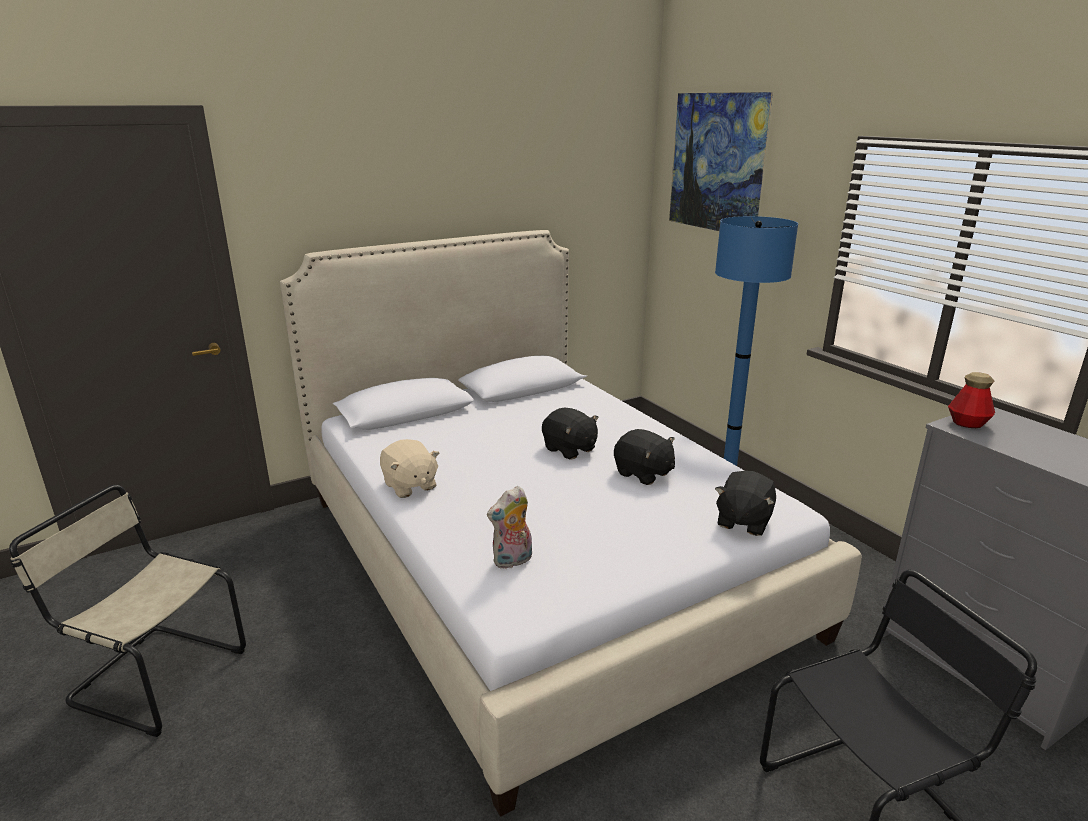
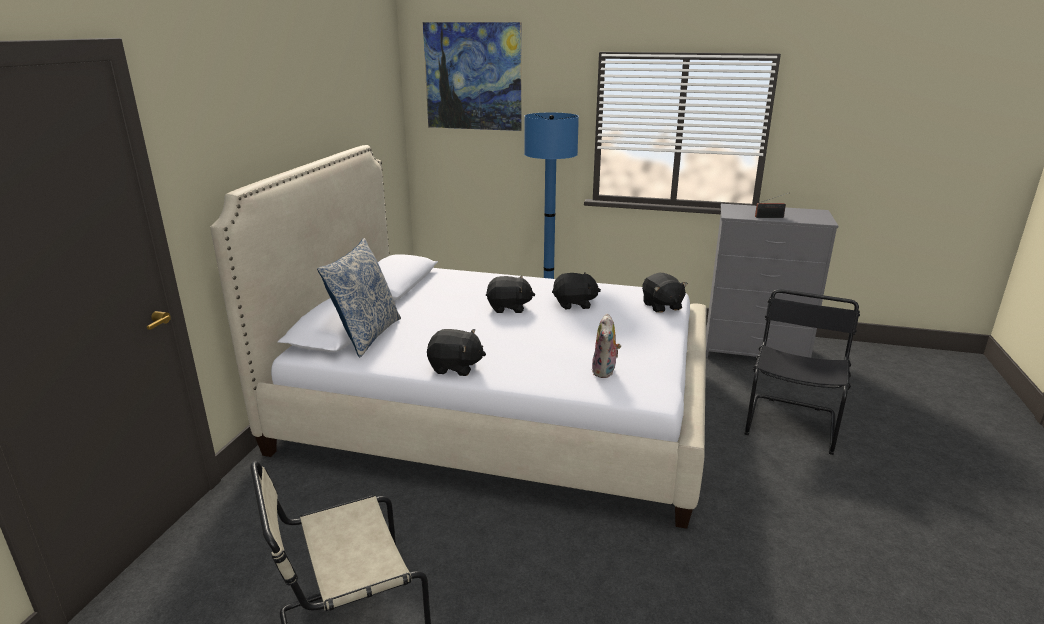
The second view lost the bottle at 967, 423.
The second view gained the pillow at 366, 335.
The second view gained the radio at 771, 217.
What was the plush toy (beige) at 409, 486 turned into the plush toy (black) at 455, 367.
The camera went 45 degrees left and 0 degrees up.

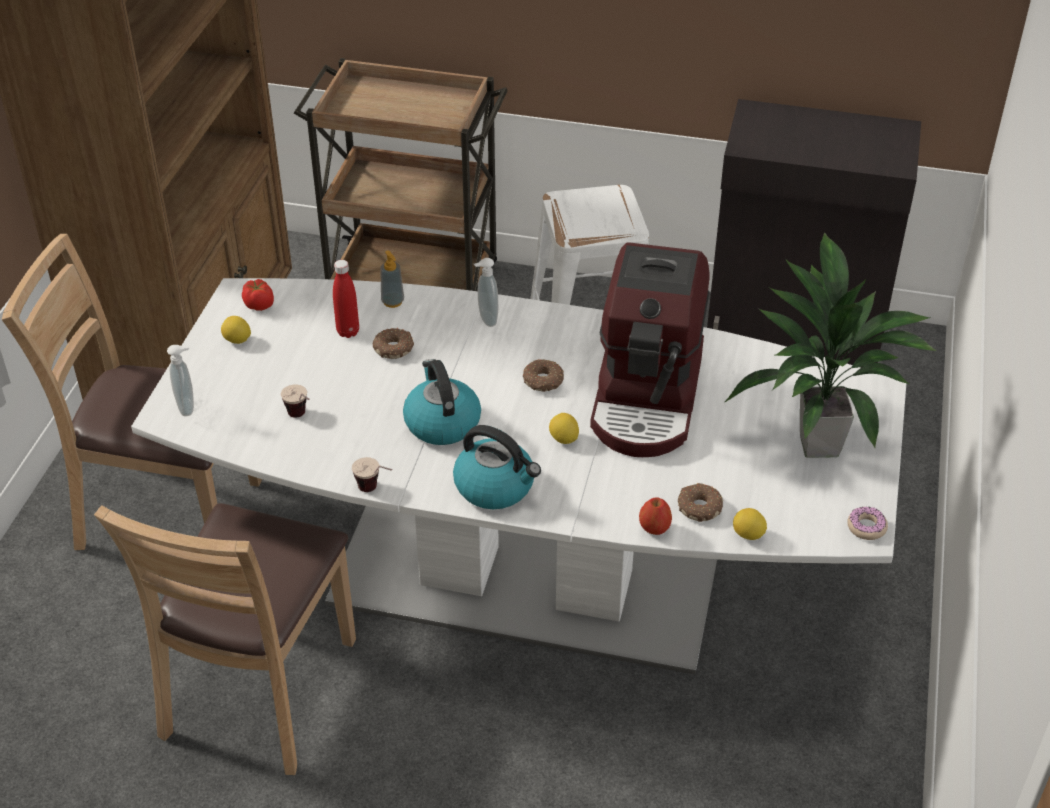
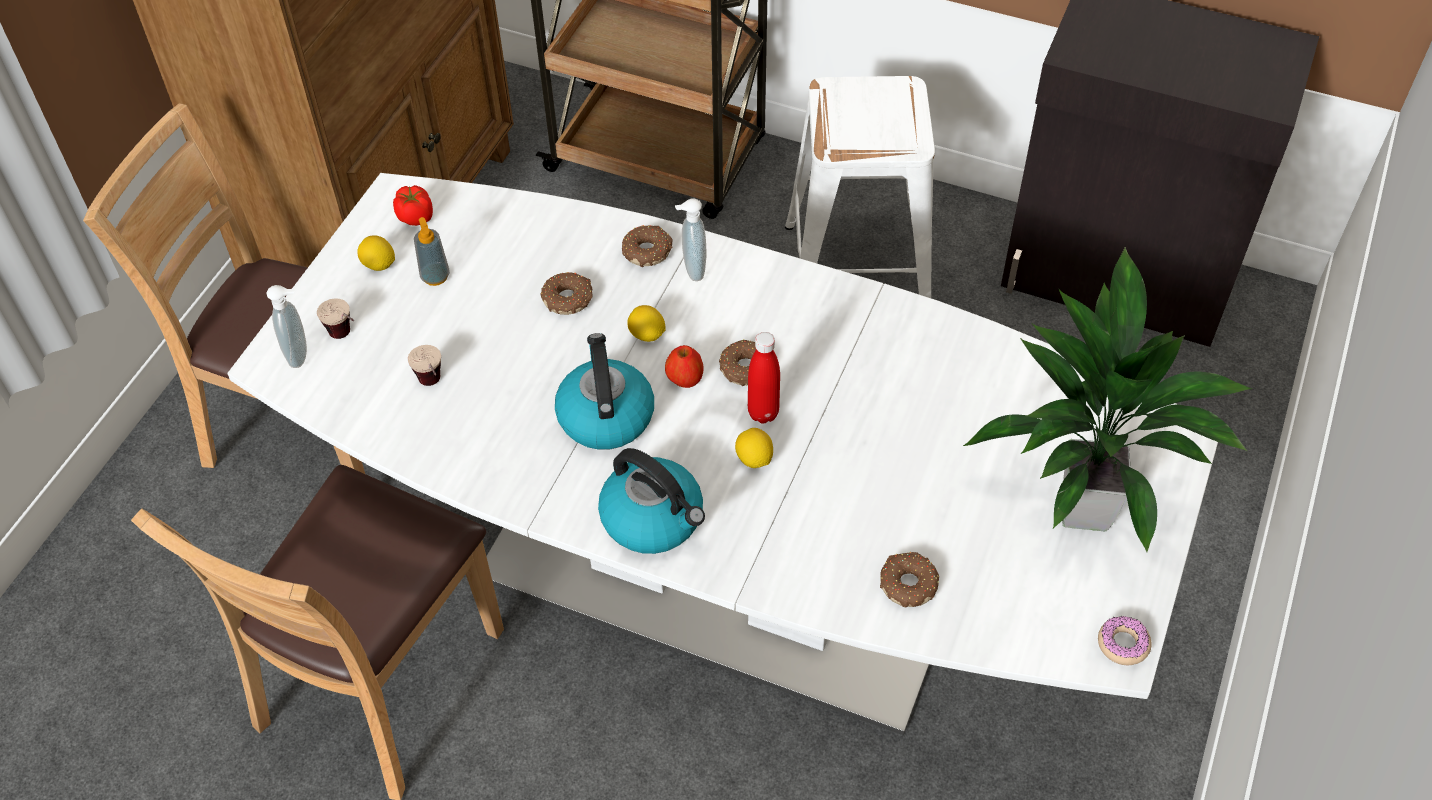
The second view lost the coffee machine at 648, 399.
The second view gained the donut at 647, 251.
The bottle (red) ended up elsewhere, having gone from 348, 332 to 763, 413.
The cup ended up elsewhere, having gone from 375, 491 to 347, 338.
The soap dispenser ended up elsewhere, having gone from 393, 302 to 435, 276.
The apple ended up elsewhere, having gone from 654, 529 to 685, 380.
The lemon ended up elsewhere, having gone from 748, 535 to 647, 335.
The camera went 10 degrees right and 10 degrees up.

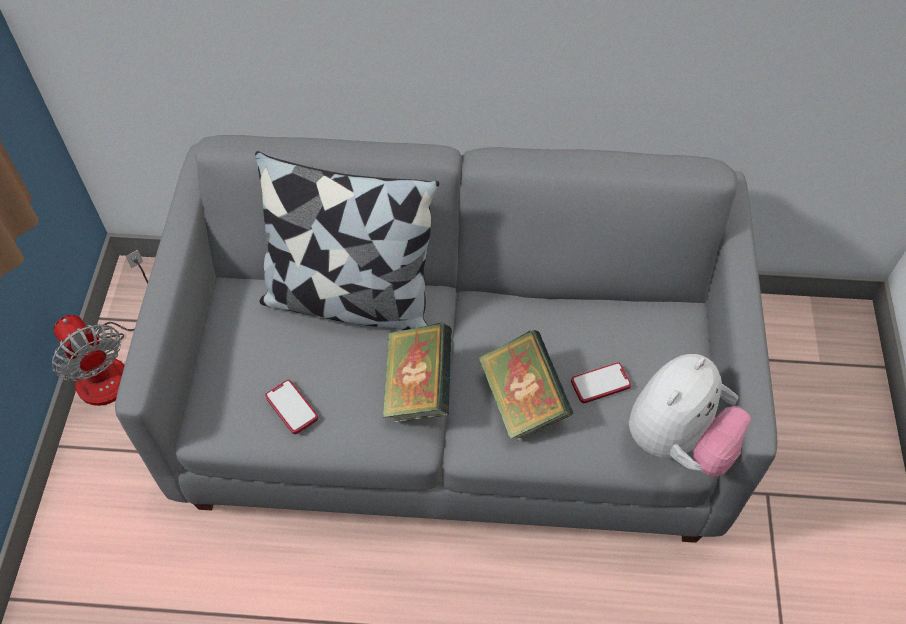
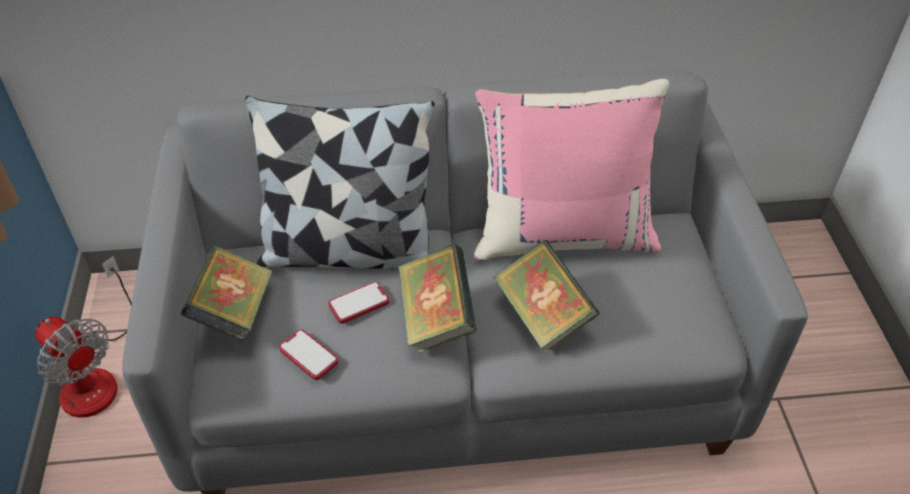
The second view lost the plush toy at 679, 441.
The second view gained the book at 234, 312.
The second view gained the pillow (pink) at 563, 234.
The phone ended up elsewhere, having gone from 600, 383 to 359, 304.
The camera went 10 degrees left and 10 degrees down.

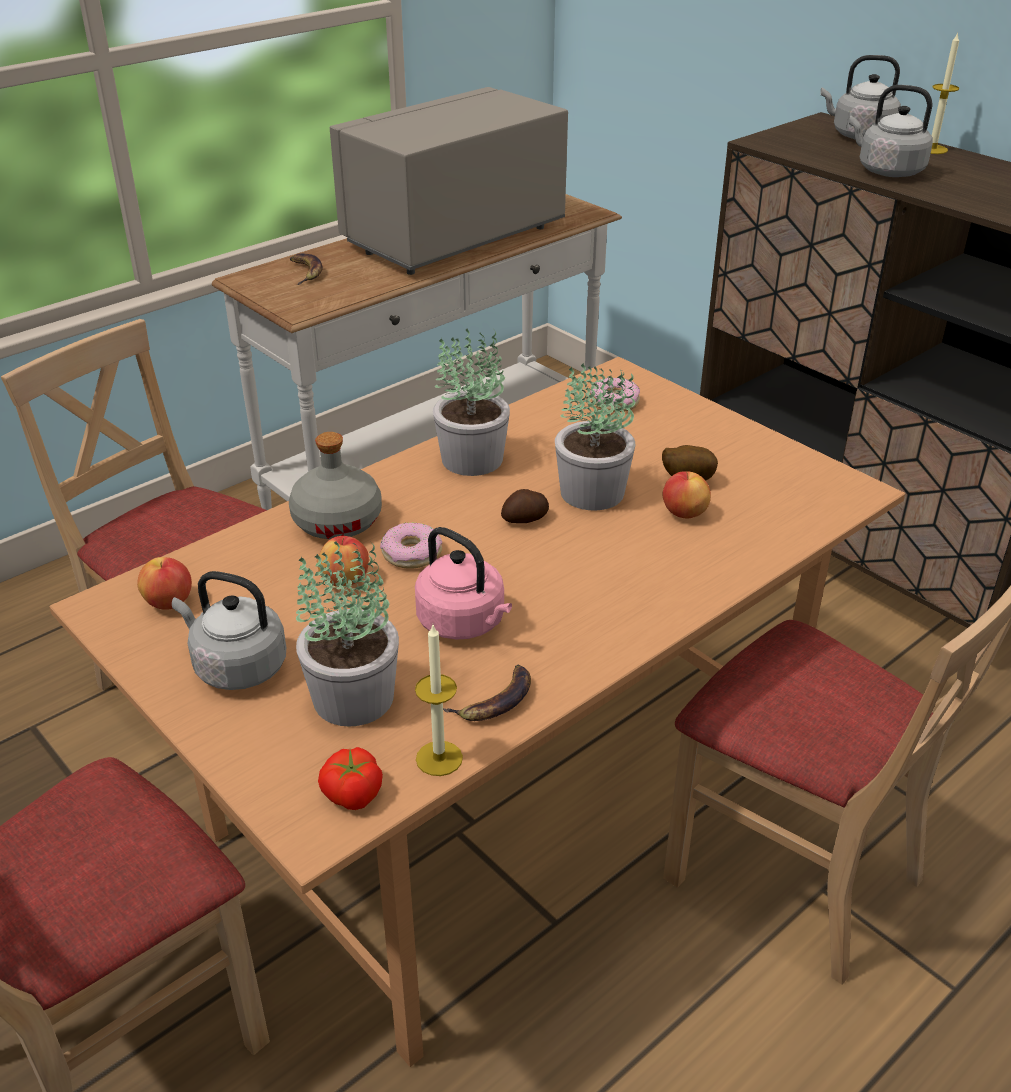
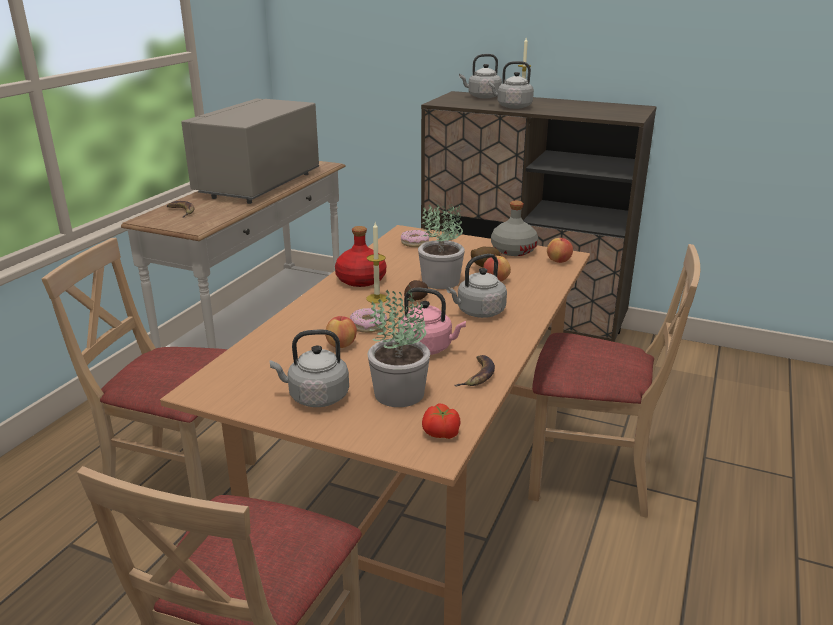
The second view gained the kettle (grey) at 478, 312.
The apple ended up elsewhere, having gone from 169, 602 to 559, 261.
The bottle (grey) ended up elsewhere, having gone from 337, 521 to 513, 250.
The candle ended up elsewhere, having gone from 439, 758 to 377, 298.
Where the potted plant stood at 472, 458, the bottle (red) came to stand at 361, 279.
The camera went 25 degrees left and 10 degrees down.

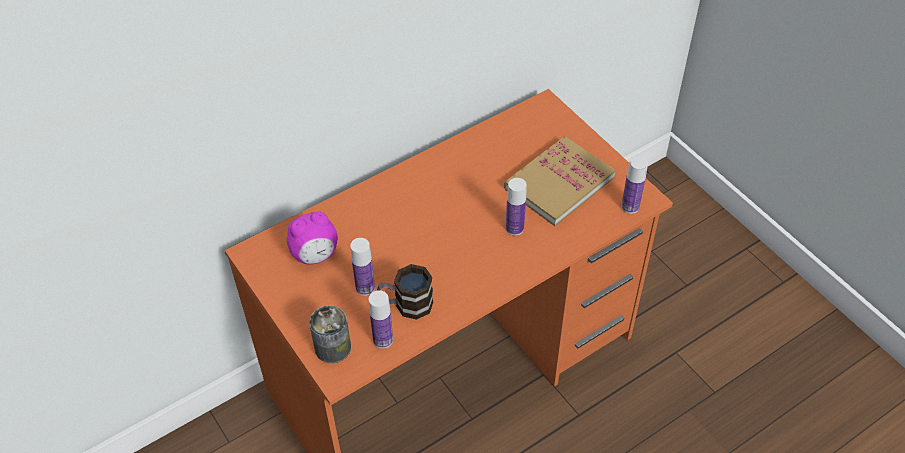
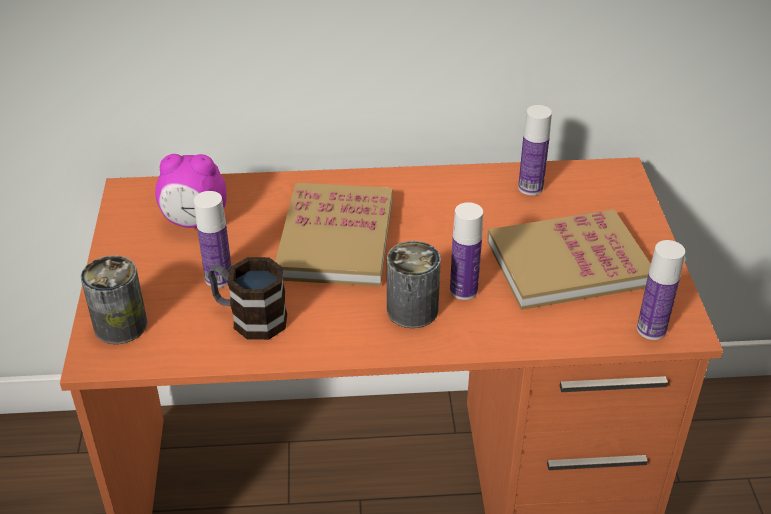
The second view gained the book at 336, 239.
The second view gained the can at 412, 310.
The bottle ended up elsewhere, having gone from 383, 340 to 530, 187.
The camera went 30 degrees right and 10 degrees down.

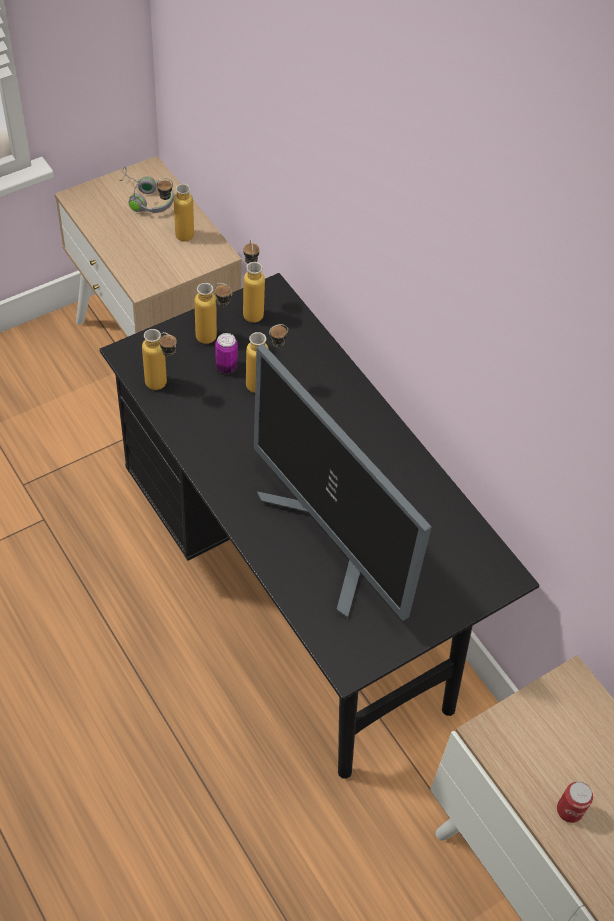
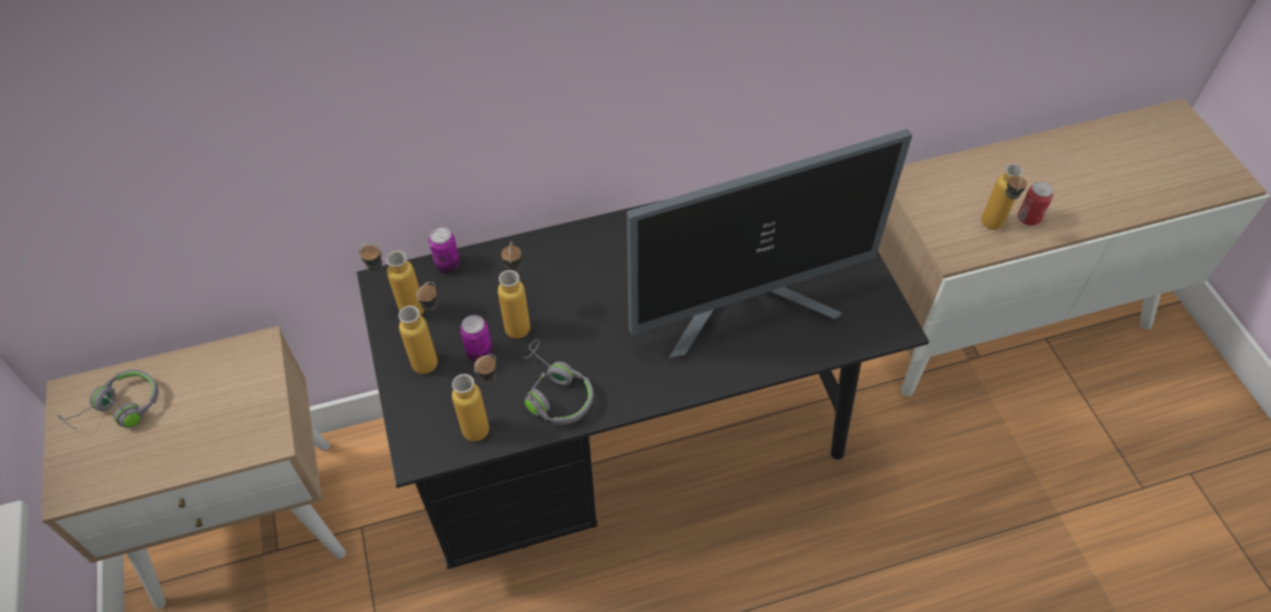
The second view gained the can at 448, 265.
The second view gained the headphones (grey) at 554, 392.
The bottle ended up elsewhere, having gone from 176, 236 to 992, 229.
The camera went 70 degrees left and 0 degrees up.

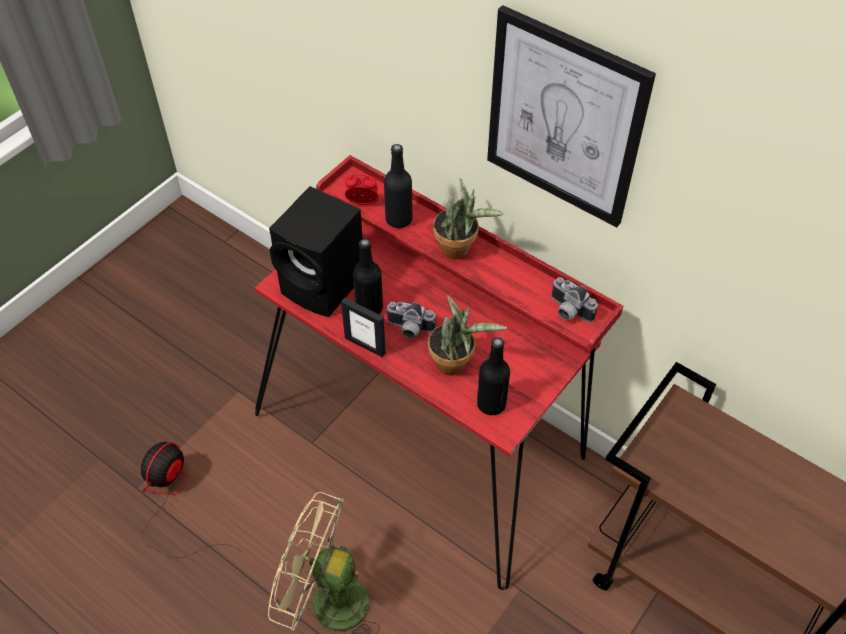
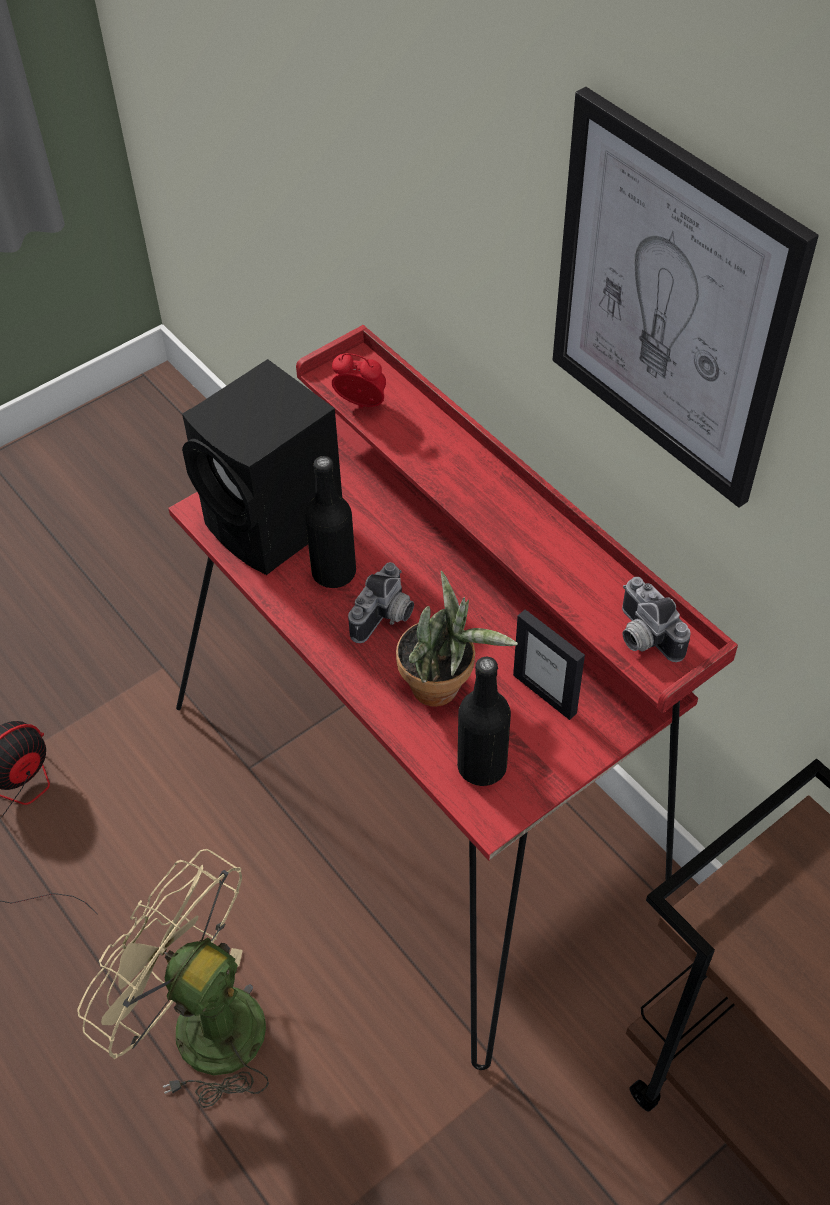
The second view lost the bottle (black) at 399, 219.
The second view lost the potted plant at 459, 250.
The picture frame ended up elsewhere, having gone from 365, 345 to 545, 693.
The photo camera at 409, 329 ended up facing another way, 90 degrees counterclockwise from before.
The camera went 15 degrees right and 0 degrees up.

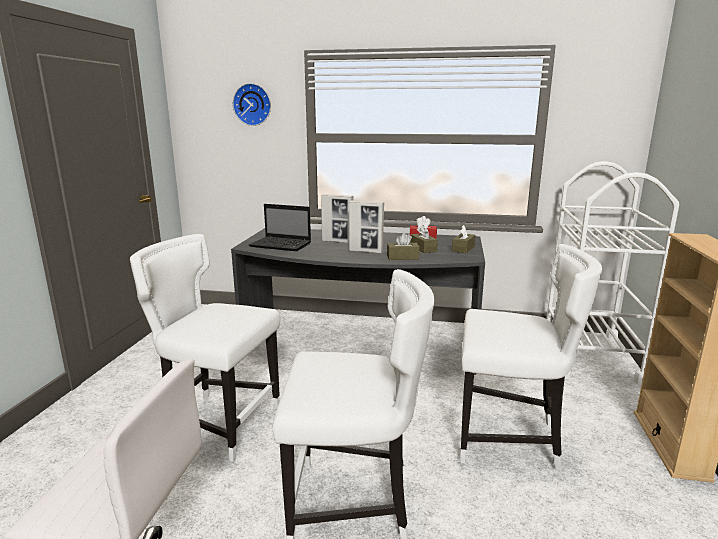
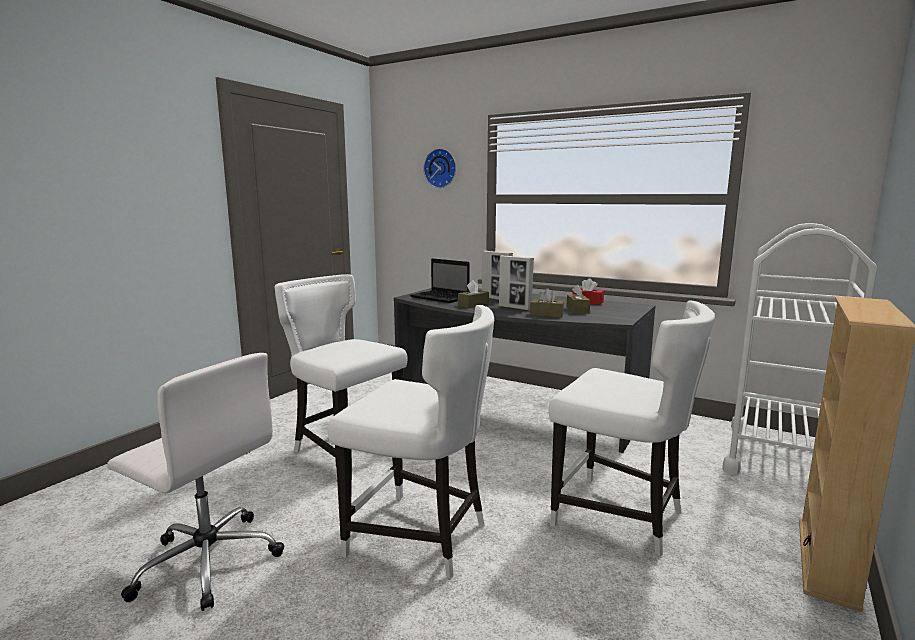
The tissue box (brown) ended up elsewhere, having gone from 463, 249 to 473, 305.
The camera went 20 degrees right and 5 degrees down.

